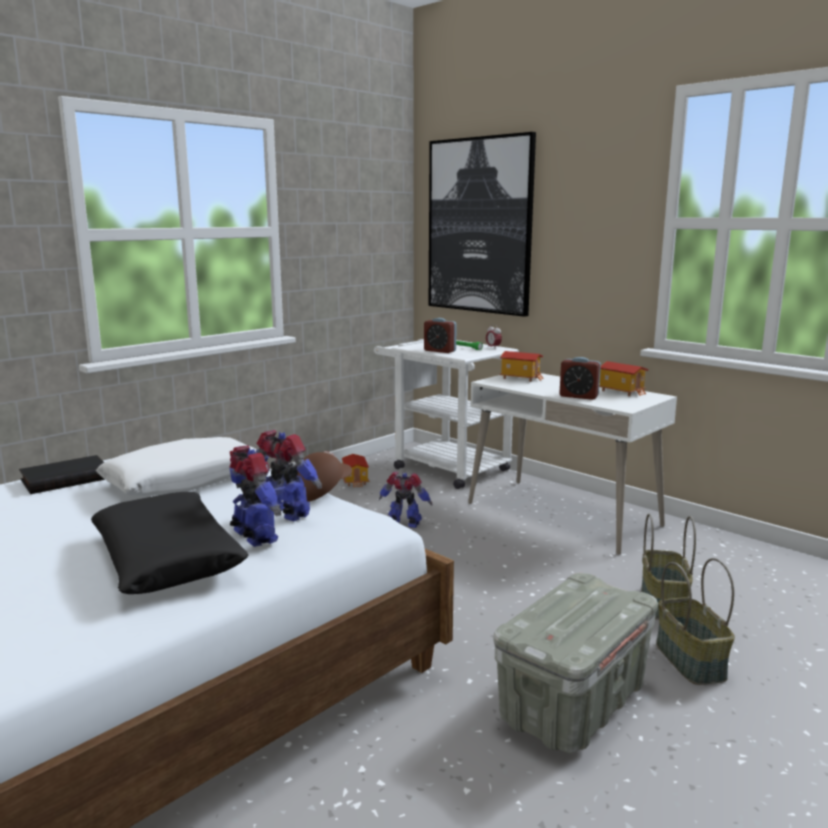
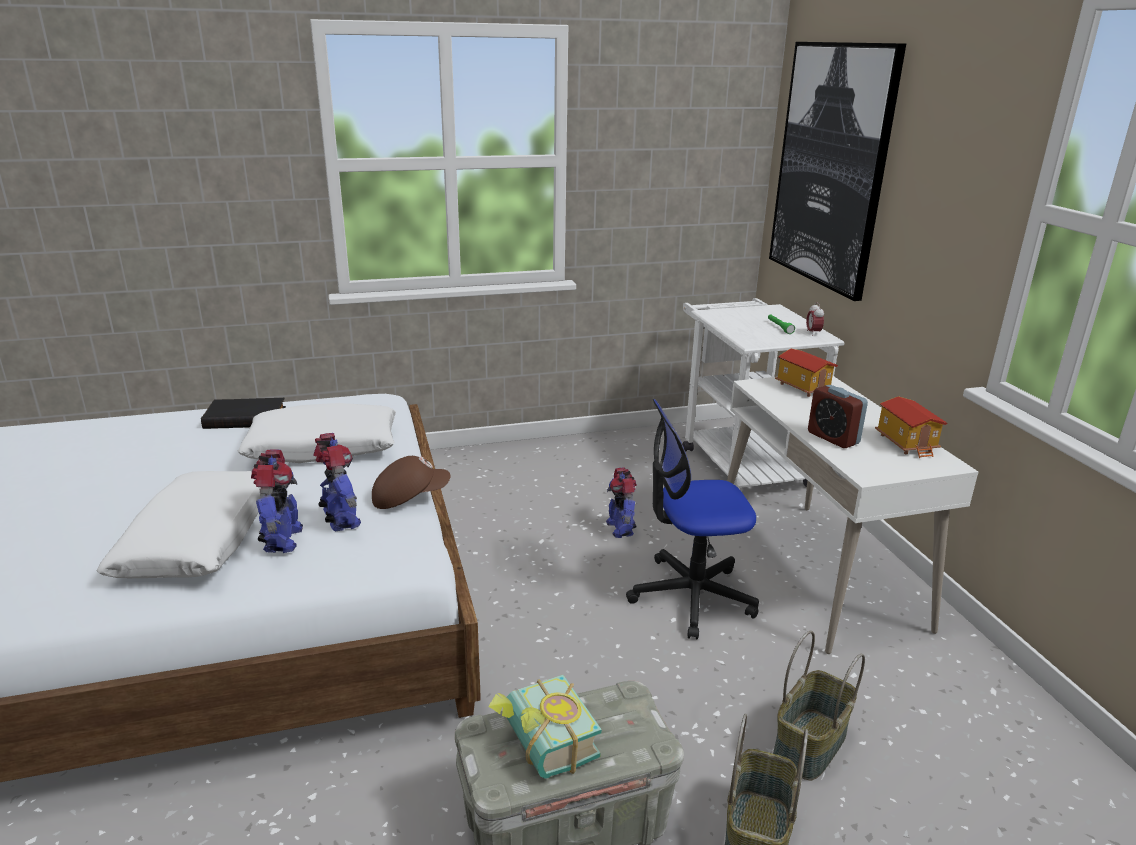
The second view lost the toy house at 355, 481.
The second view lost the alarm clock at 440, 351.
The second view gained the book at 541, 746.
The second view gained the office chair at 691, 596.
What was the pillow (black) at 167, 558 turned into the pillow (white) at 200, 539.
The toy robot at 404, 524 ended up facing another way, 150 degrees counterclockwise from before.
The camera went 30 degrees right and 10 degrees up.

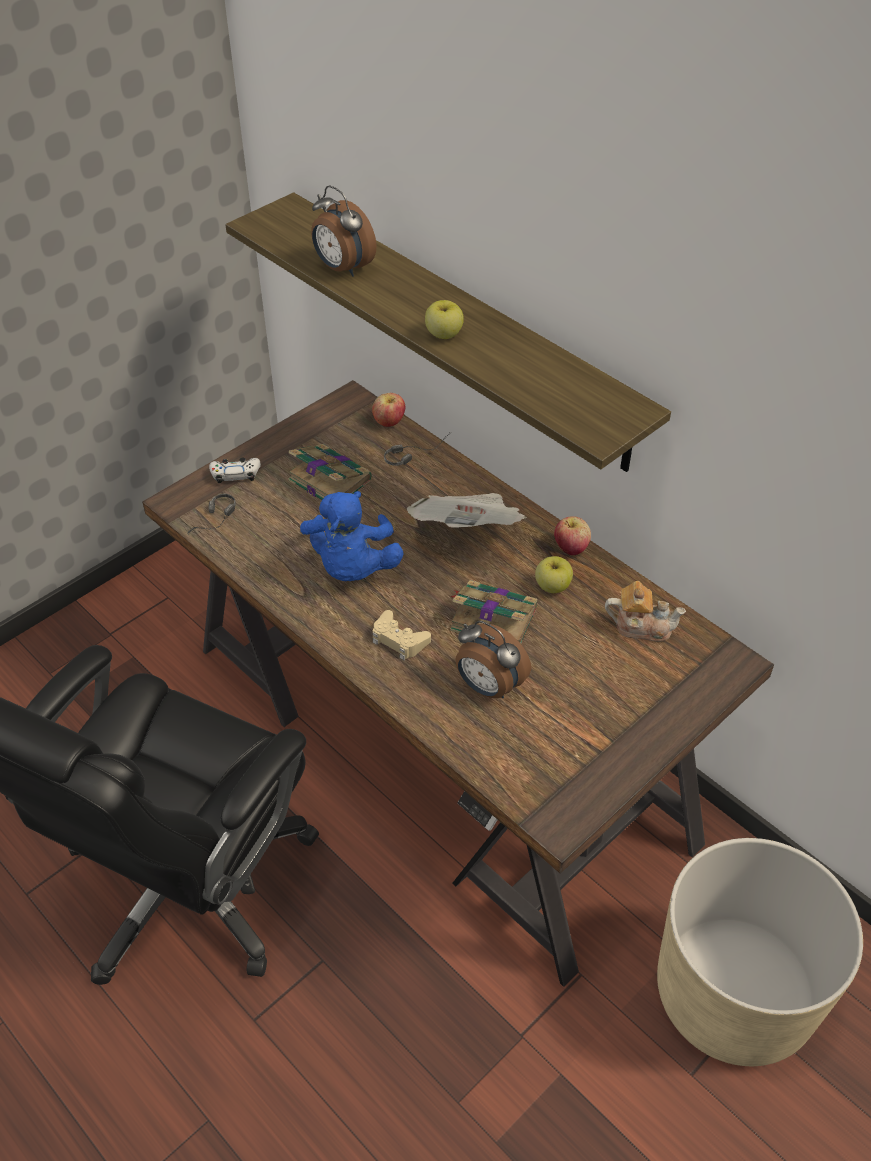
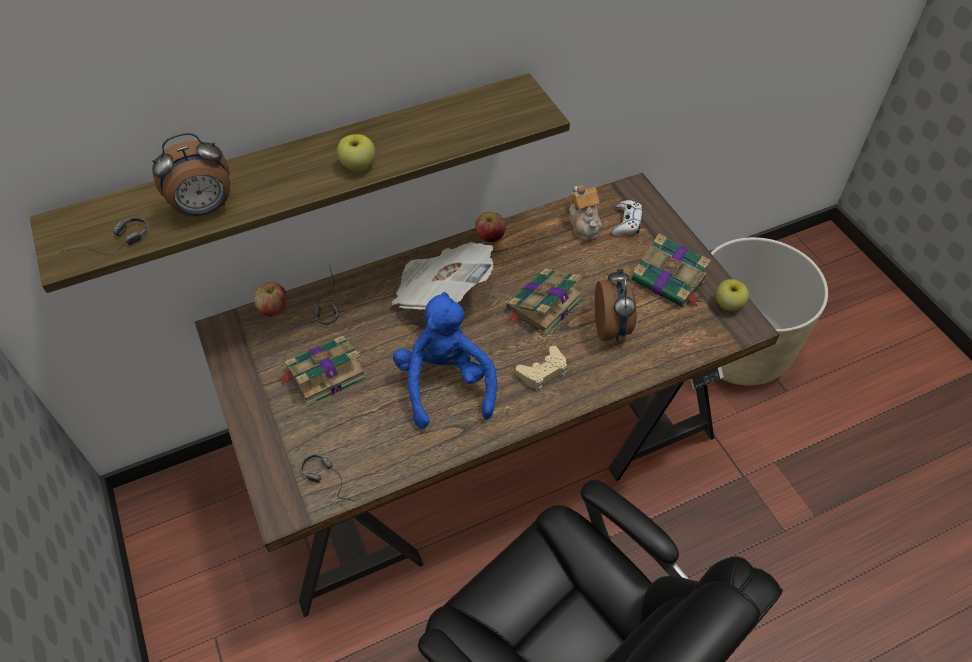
The second view gained the headphones at 111, 249.
The second view gained the book at 670, 281.
The game controller (white) ended up elsewhere, having gone from 235, 474 to 626, 223.
The apple ended up elsewhere, having gone from 552, 586 to 728, 304.
The plush toy (blue) at 352, 567 ended up facing another way, 120 degrees counterclockwise from before.
The alarm clock at 488, 687 ended up facing another way, 60 degrees counterclockwise from before.
The teapot at 641, 626 ended up facing another way, 135 degrees clockwise from before.
The camera went 70 degrees left and 5 degrees up.

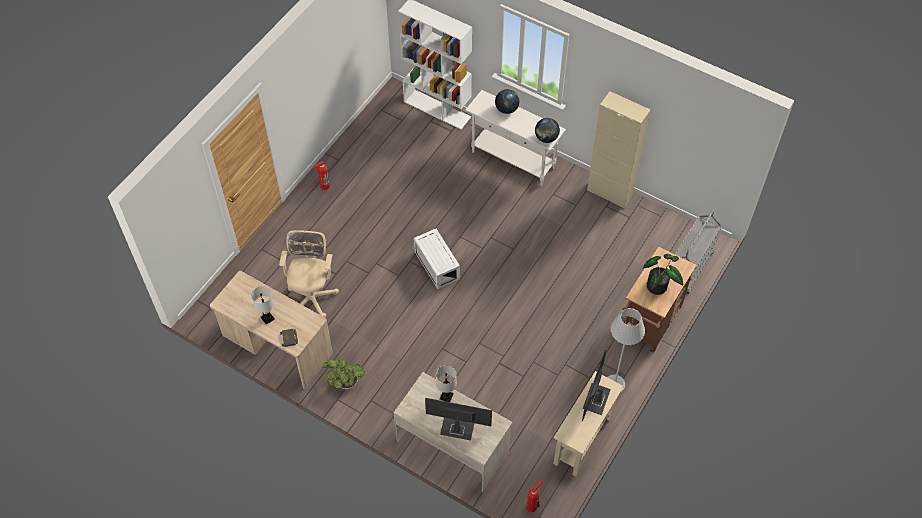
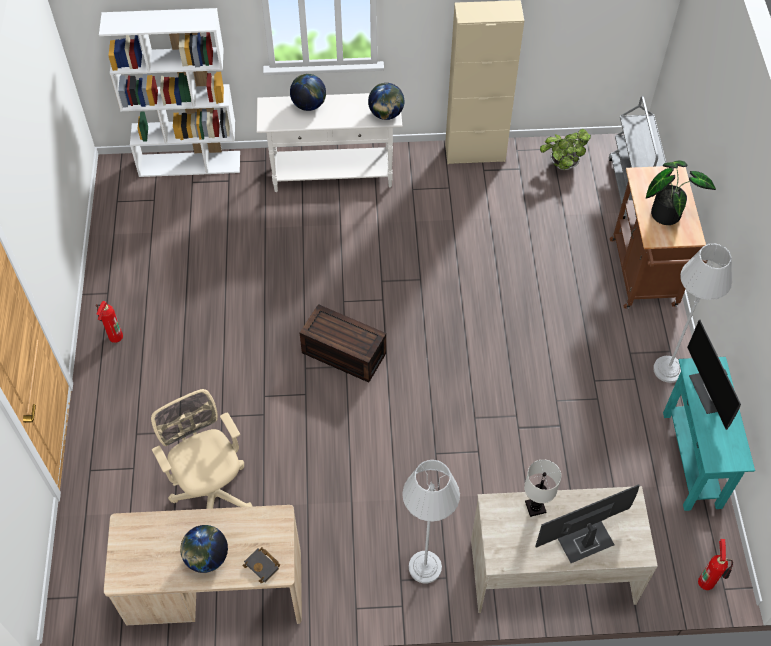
The second view gained the floor lamp (grey) at 425, 567.
The potted plant ended up elsewhere, having gone from 345, 382 to 561, 165.
Where the table lamp (white) stood at 267, 318, the globe came to stand at 207, 557.
What was the storage box (white) at 436, 265 turned into the storage box (brown) at 342, 353.
What was the console table (beige) at 583, 440 turned into the console table (turquoise) at 691, 459.
The camera went 35 degrees left and 0 degrees up.

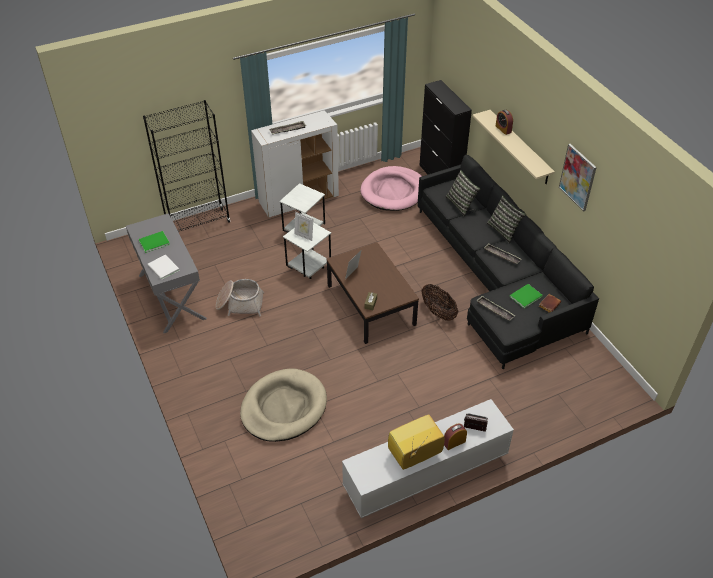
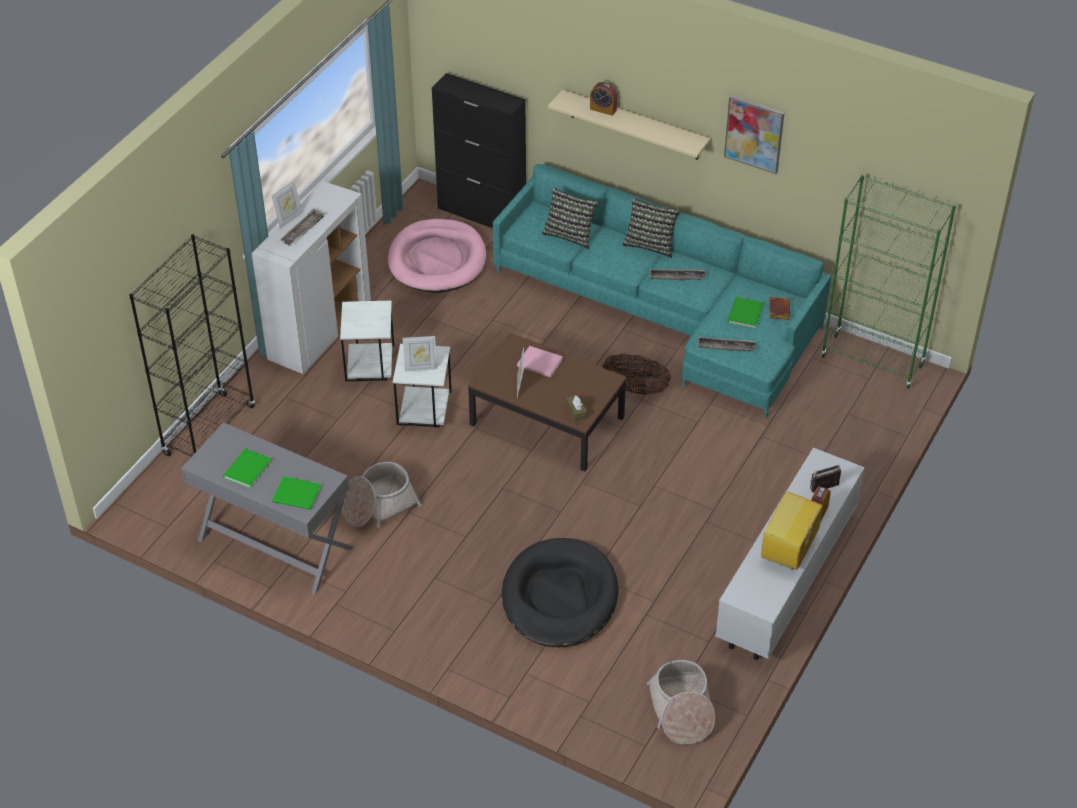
The second view gained the picture frame at 289, 219.
The second view gained the book (pink) at 540, 364.
The second view gained the basket at 681, 711.
The second view gained the bookcase (green) at 872, 361.
What was the book (white) at 163, 268 turned into the book (green) at 298, 495.
What was the dog bed (beige) at 283, 408 turned into the dog bed (black) at 559, 597.
What was the sofa (black) at 497, 278 turned into the sofa (turquoise) at 667, 313.
The camera went 35 degrees left and 0 degrees up.

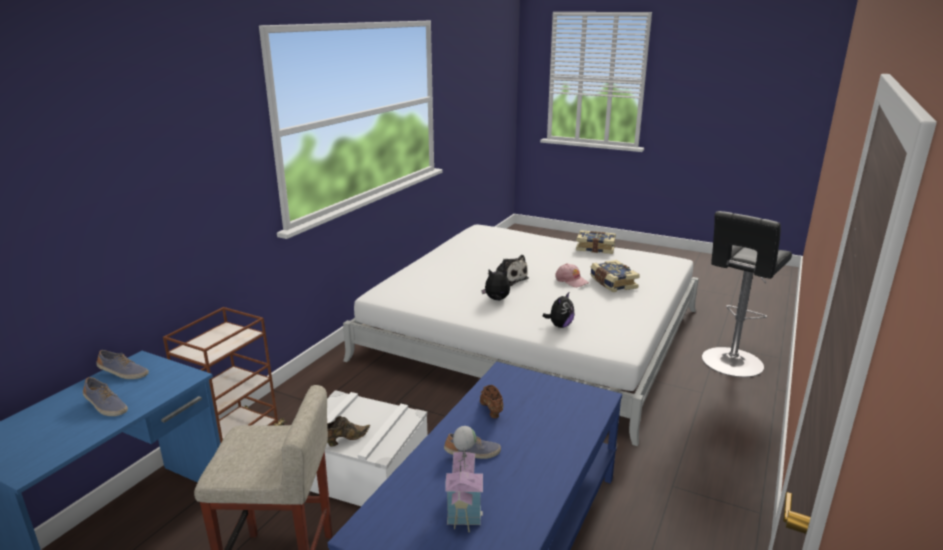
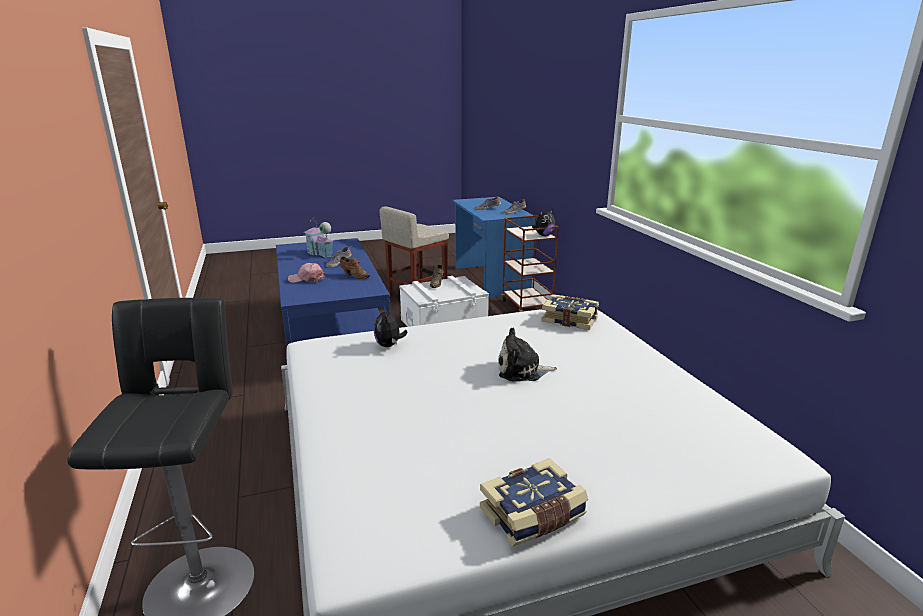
The plush toy ended up elsewhere, having gone from 496, 300 to 543, 235.
The cap (pink) ended up elsewhere, having gone from 571, 280 to 306, 279.
The book ended up elsewhere, having gone from 612, 283 to 570, 319.
The camera went 135 degrees right and 0 degrees up.

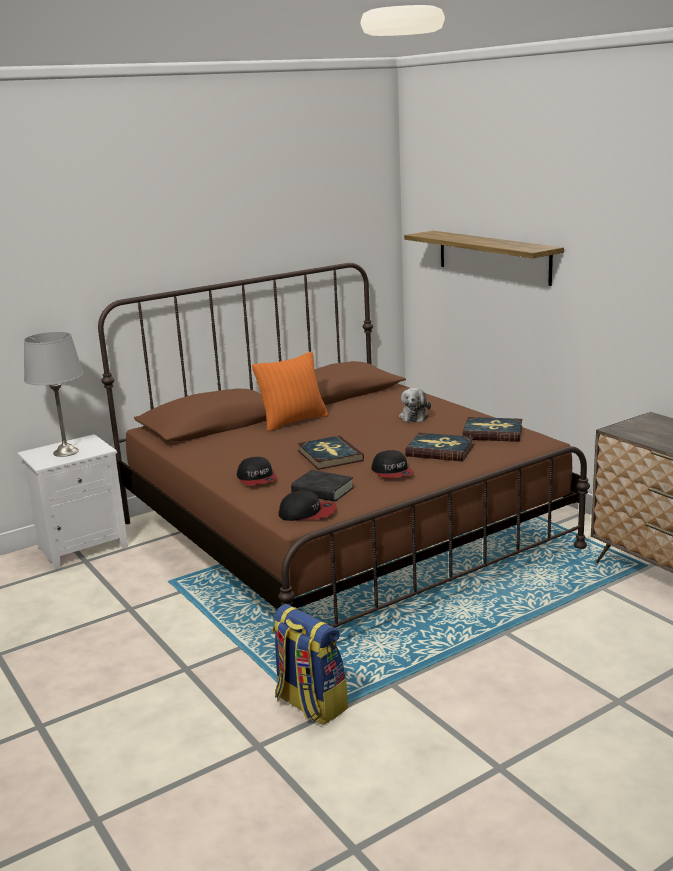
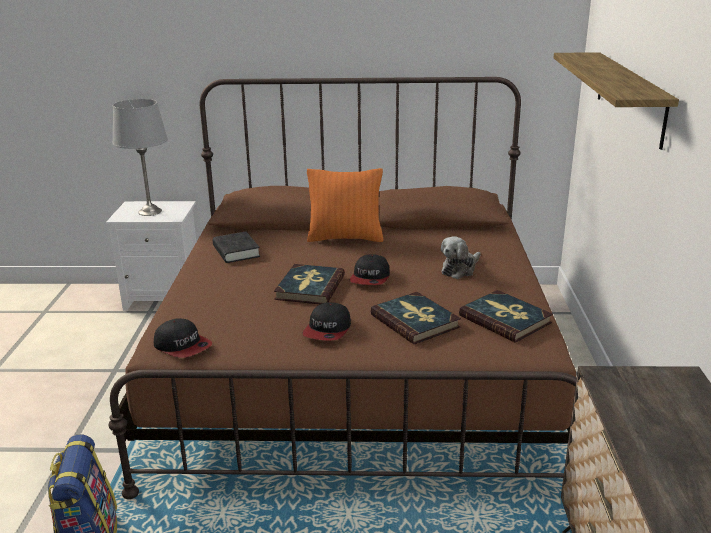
The cap ended up elsewhere, having gone from 257, 479 to 370, 278.
The book (black) ended up elsewhere, having gone from 322, 491 to 236, 252.
The camera went 35 degrees right and 5 degrees up.

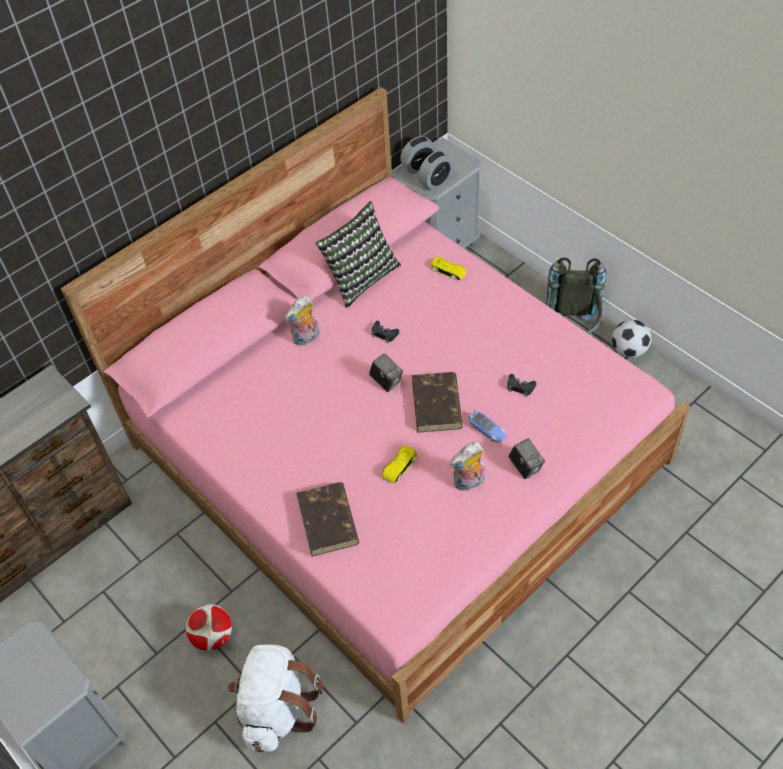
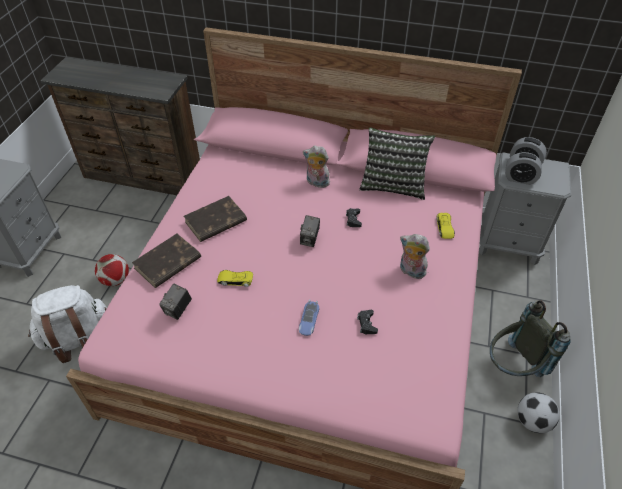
The book (brown) ended up elsewhere, having gone from 436, 405 to 215, 222.
The plush toy ended up elsewhere, having gone from 469, 483 to 410, 272.
The photo camera ended up elsewhere, having gone from 525, 467 to 178, 310.
The camera went 55 degrees right and 5 degrees down.

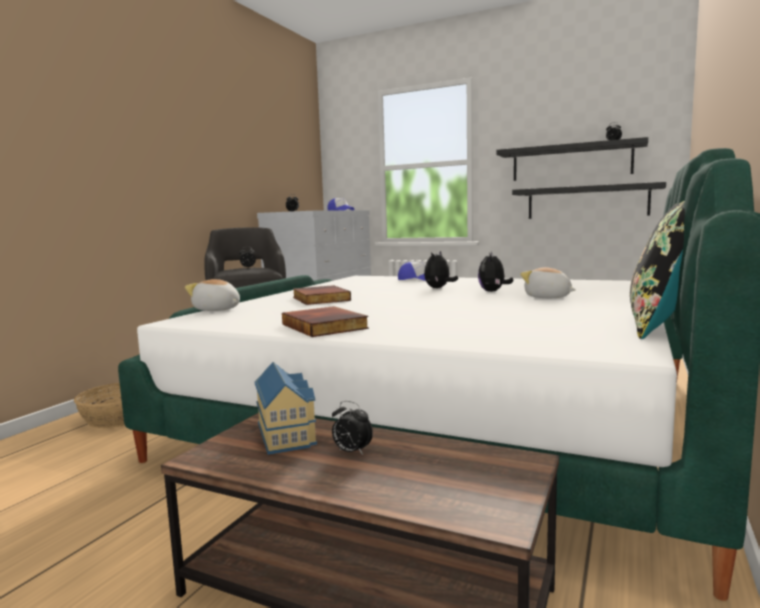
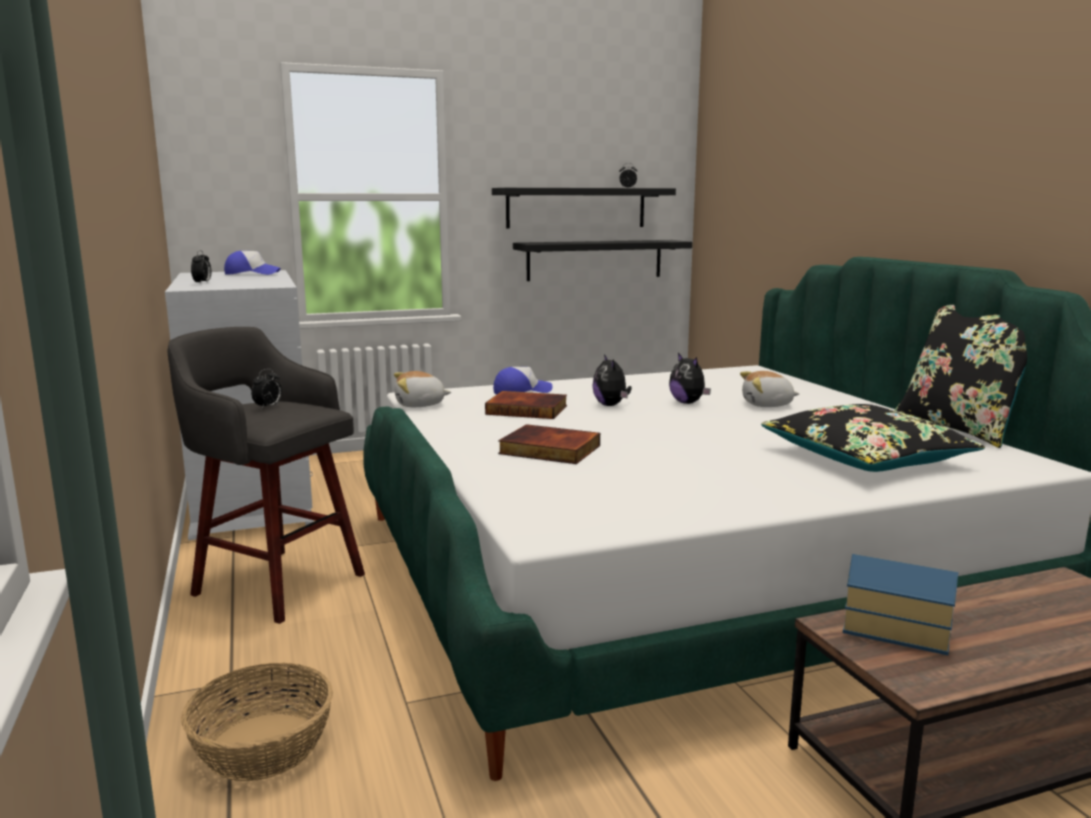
The second view lost the alarm clock at 351, 452.
The second view gained the pillow (black) at 865, 458.
The plush toy ended up elsewhere, having gone from 216, 310 to 420, 405.
The book ended up elsewhere, having gone from 326, 326 to 528, 409.
The camera went 45 degrees left and 5 degrees up.

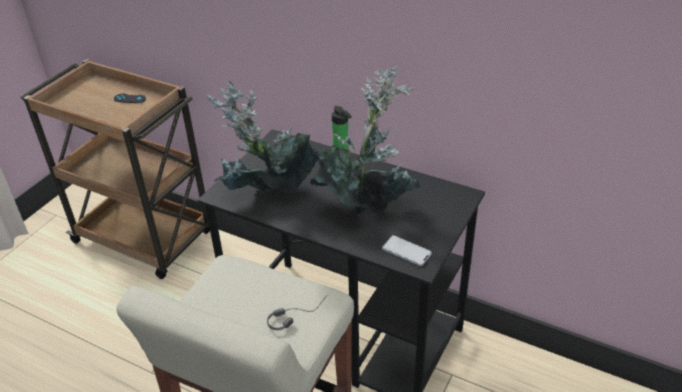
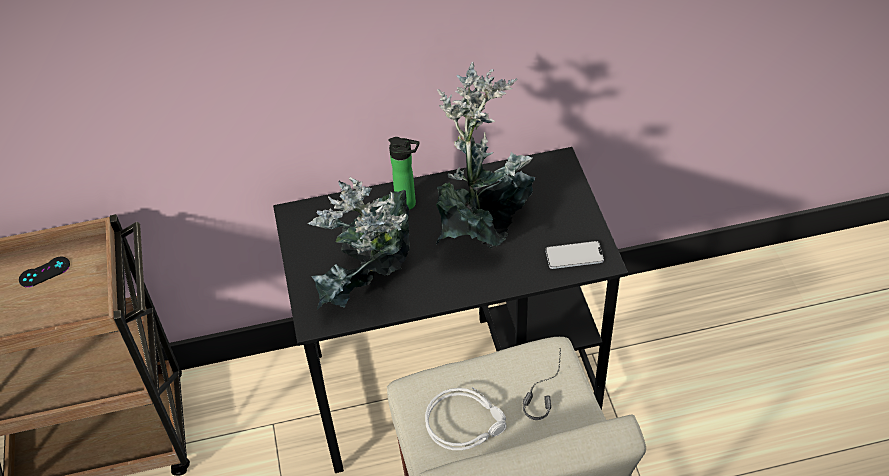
The second view gained the headphones (grey) at 466, 422.
The camera went 40 degrees left and 10 degrees up.

